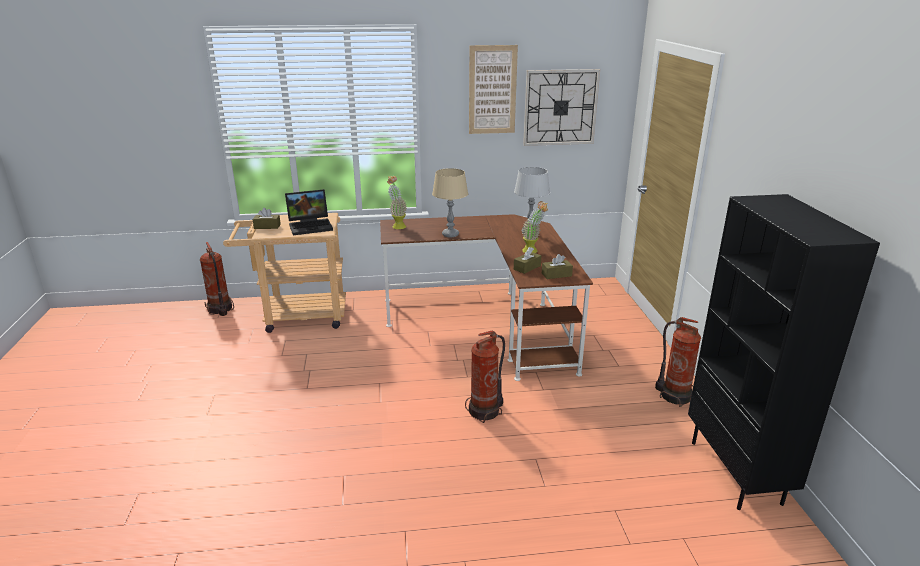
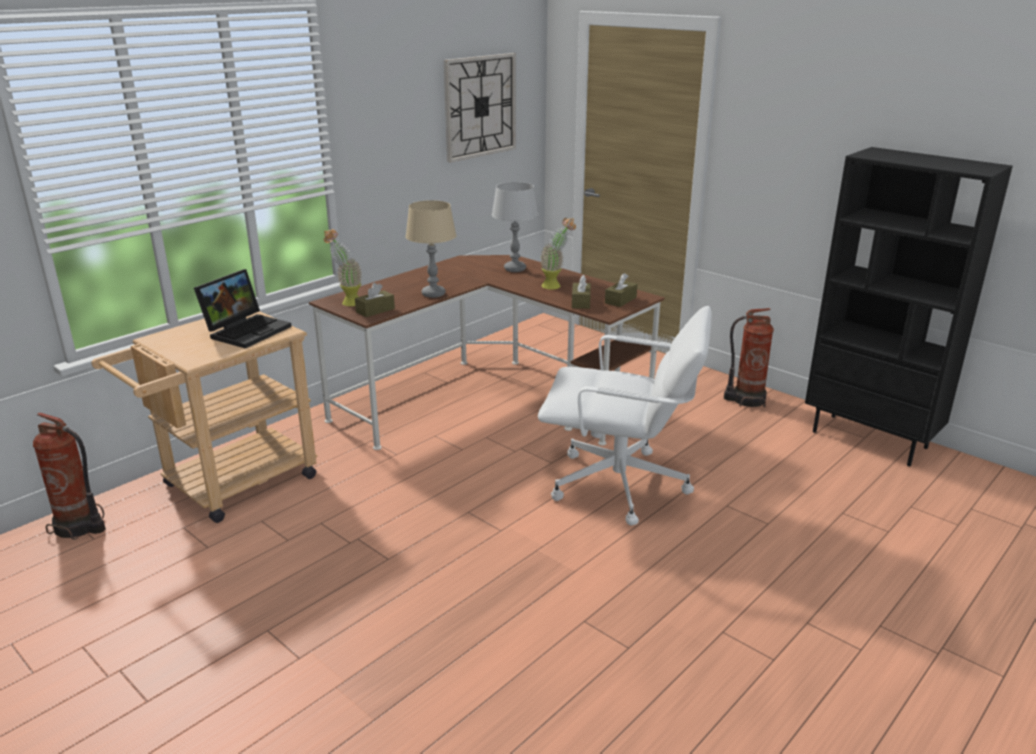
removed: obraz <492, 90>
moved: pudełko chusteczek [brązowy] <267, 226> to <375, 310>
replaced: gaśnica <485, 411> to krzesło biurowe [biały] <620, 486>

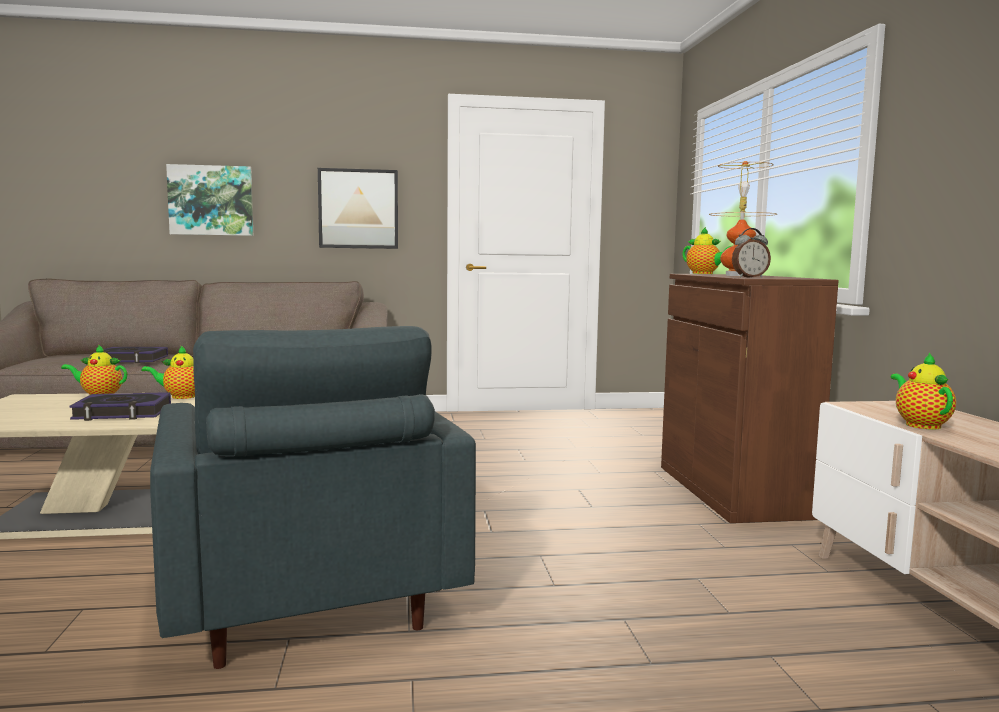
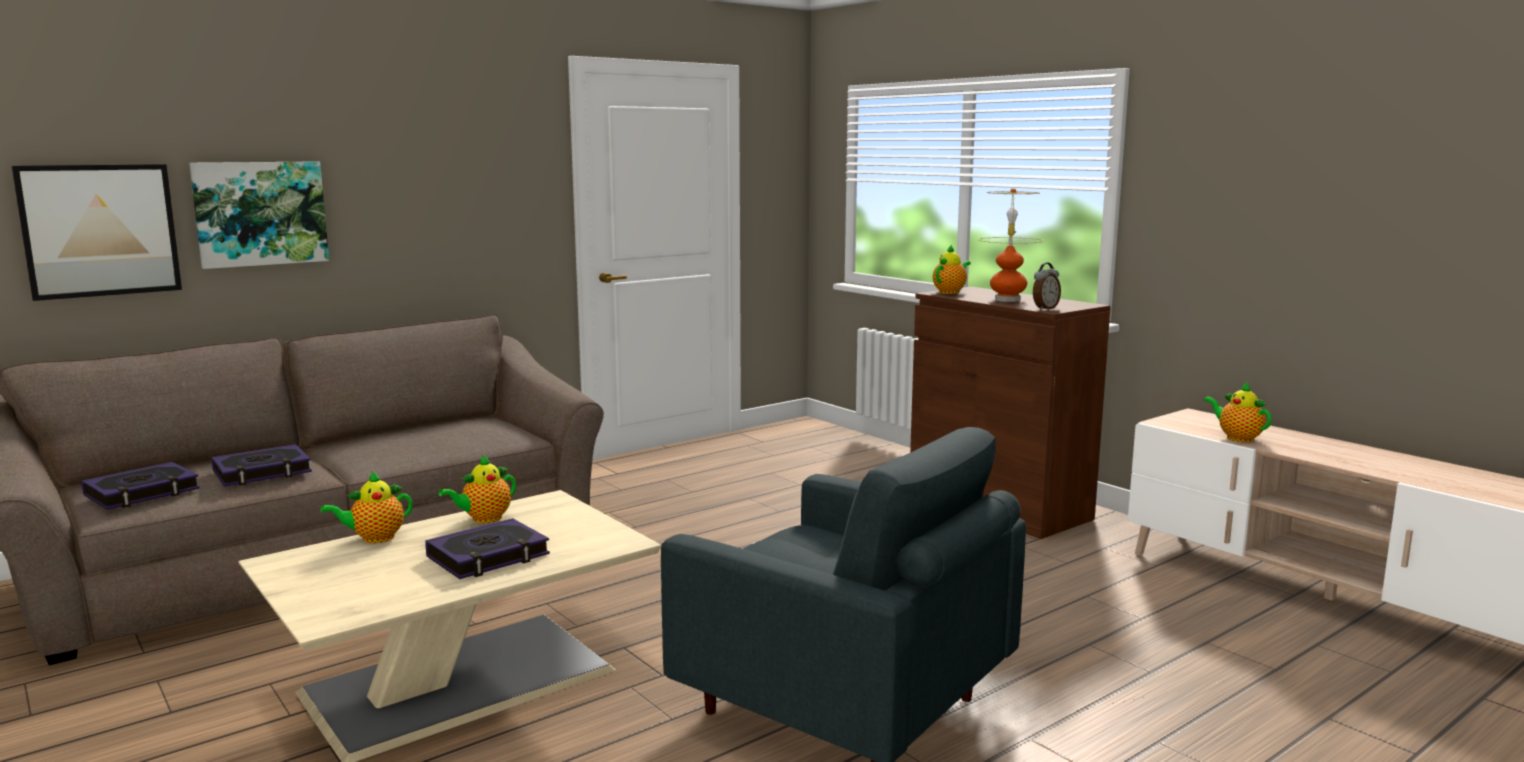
added: książka <142, 493>
moved: obraz <358, 209> to <100, 230>
turned: imbryk <705, 274> = <950, 292> 60 degrees counterclockwise

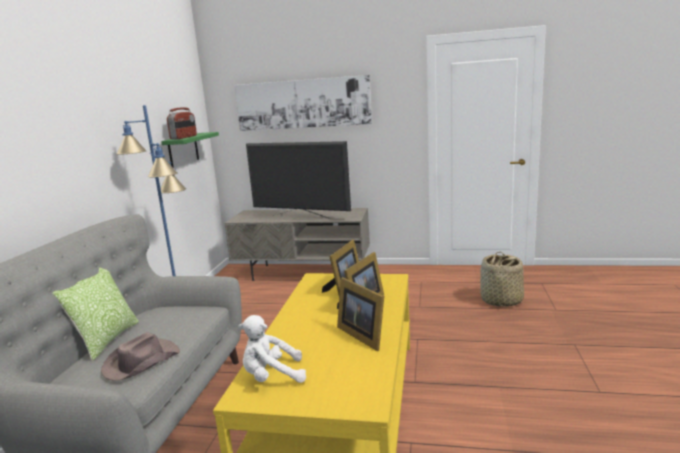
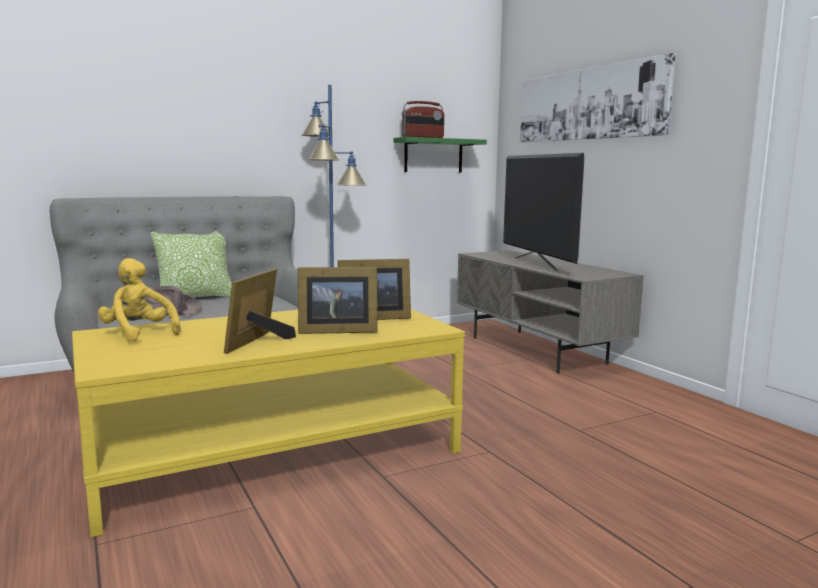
removed: koszyk <501, 300>
recoloured: pluszak [biały] <272, 377> to pluszak [żółty] <138, 333>

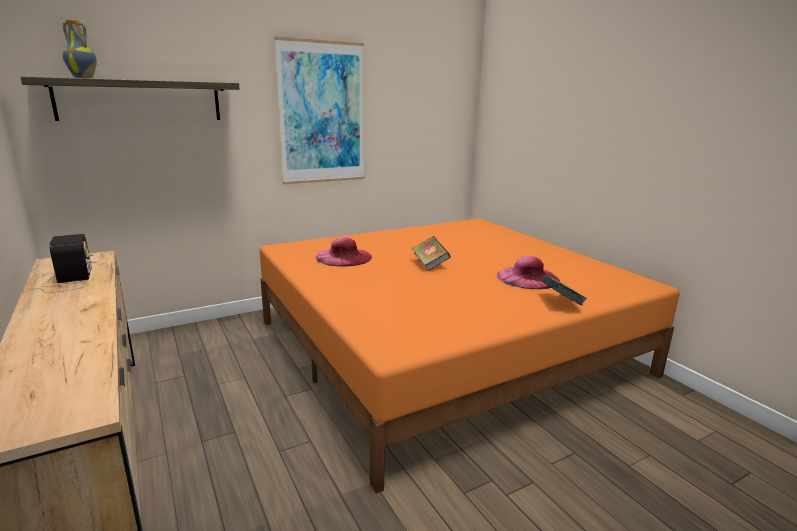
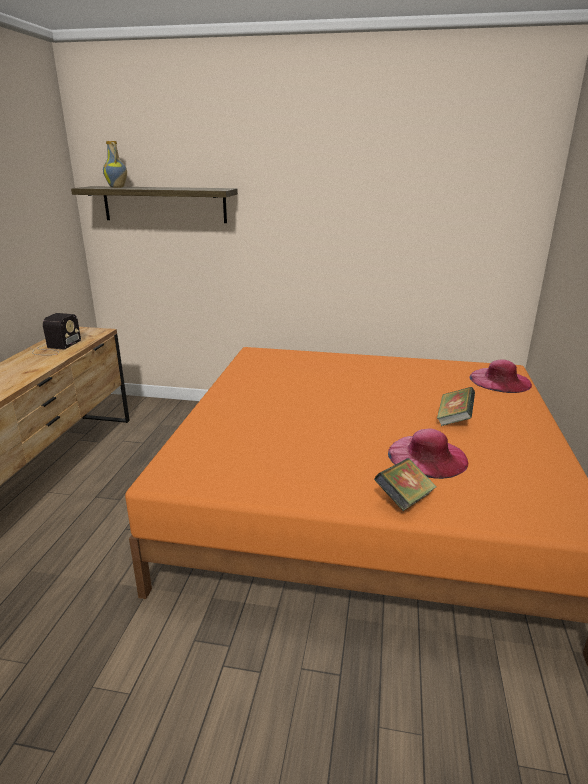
removed: obraz <322, 113>
moved: kapelusz [różowy] <344, 257> to <500, 380>; książka <430, 264> to <454, 419>

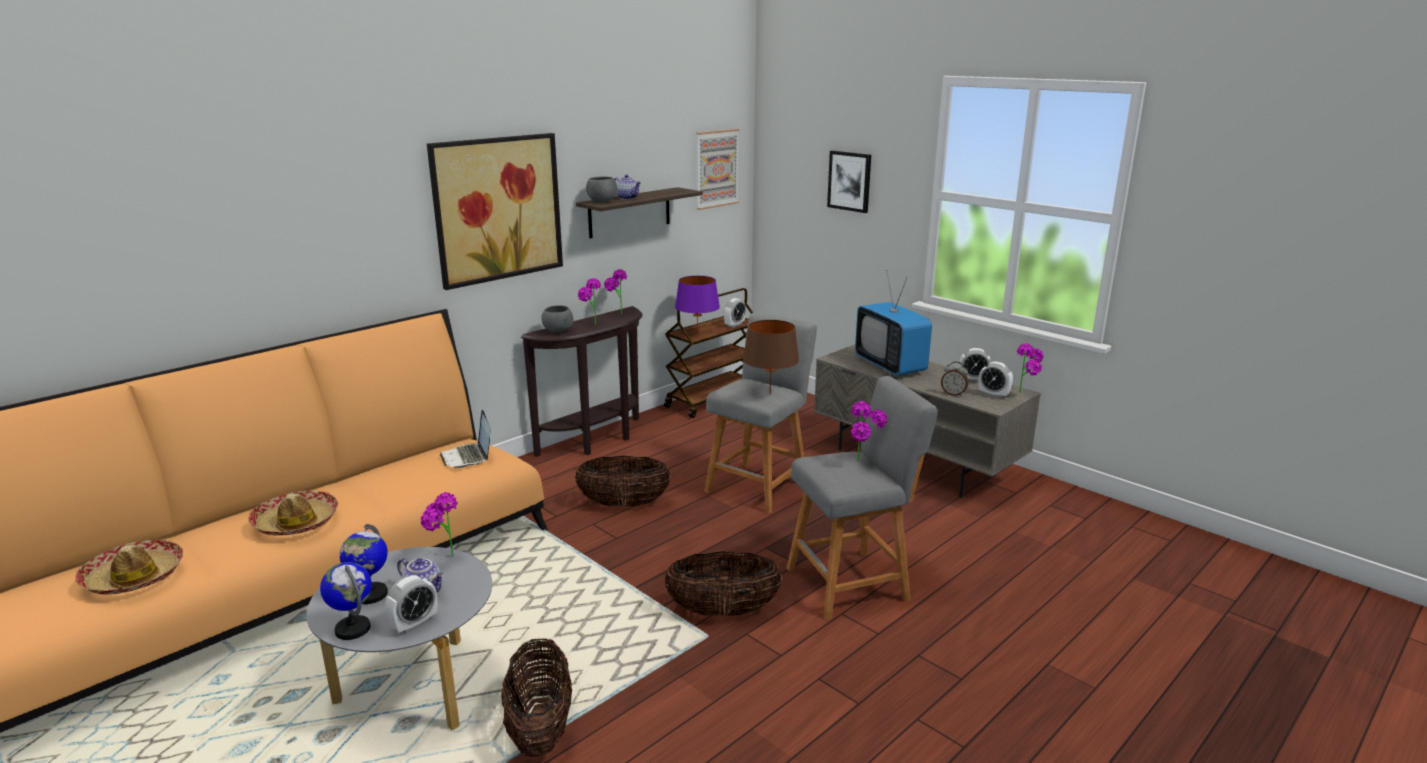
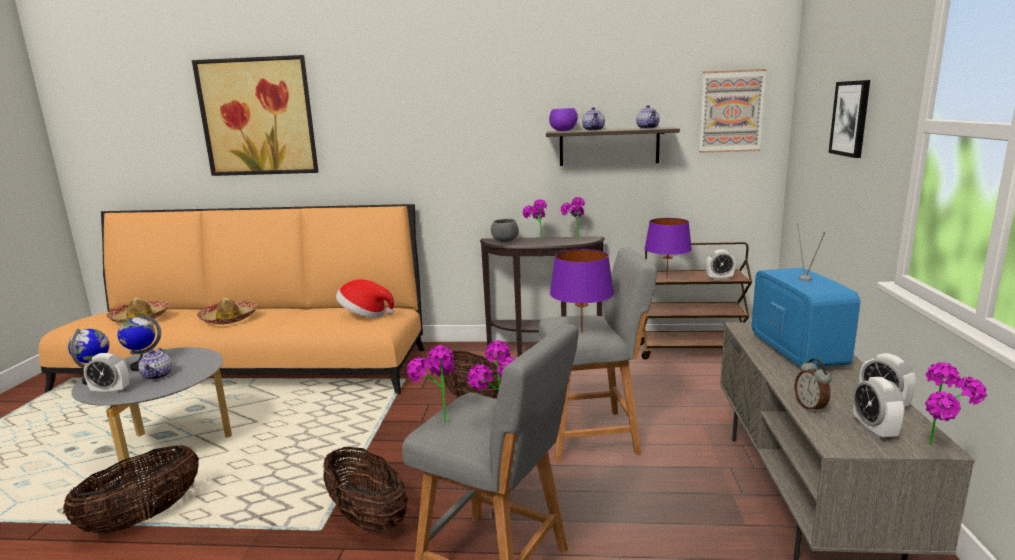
added: imbryk <648, 128>
moved: roślina doniczkowa <443, 558> to <437, 419>; obraz <497, 209> to <258, 117>
replaced: laptop <468, 457> to kapelusz <364, 315>
recoloured: miska [szary] <602, 202> to miska [fioletowy] <563, 131>; lampa stołowa [brązowy] <770, 393> to lampa stołowa [fioletowy] <582, 332>
turned: telewizor <890, 366> = <796, 352> 150 degrees clockwise

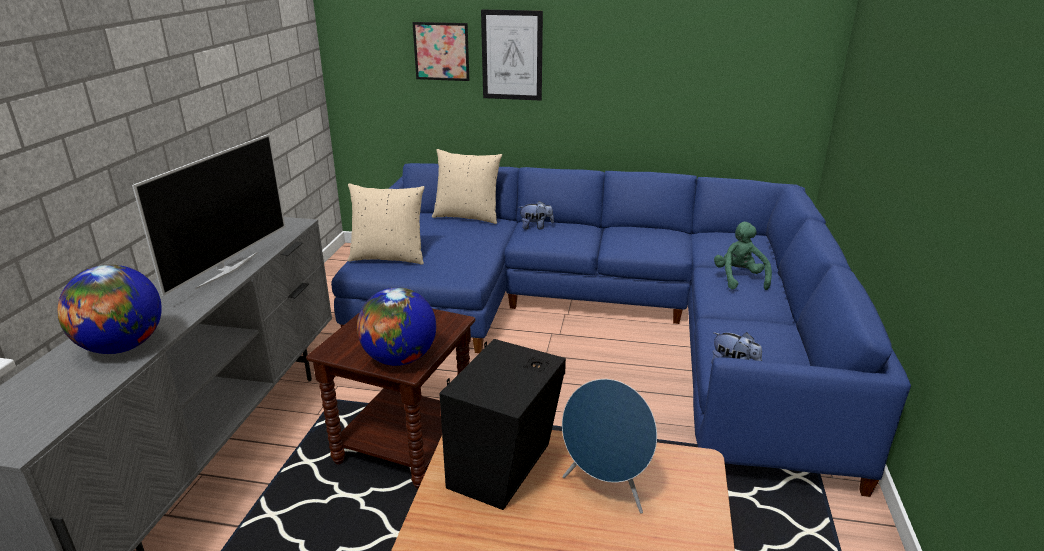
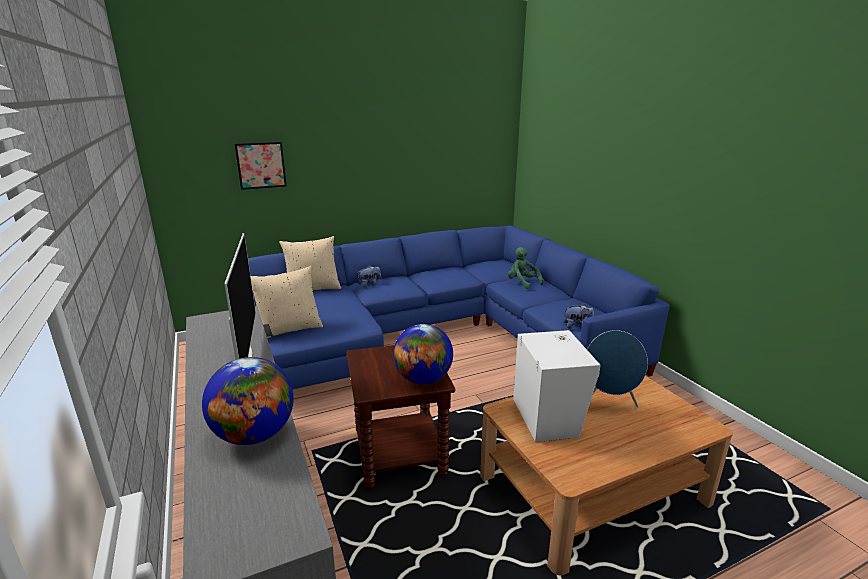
removed: obraz <512, 55>
recoloured: głośnik [czarny] <505, 466> to głośnik [biały] <548, 416>

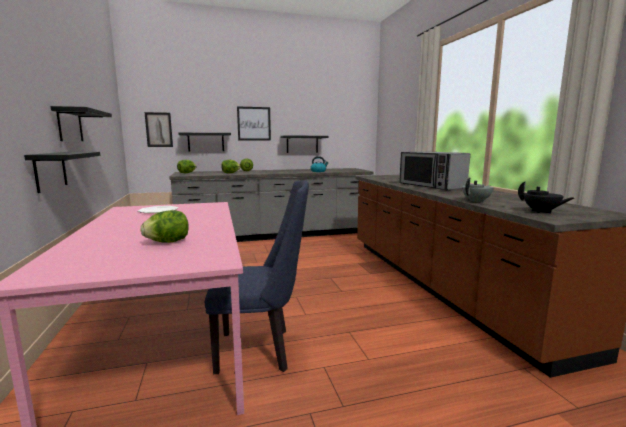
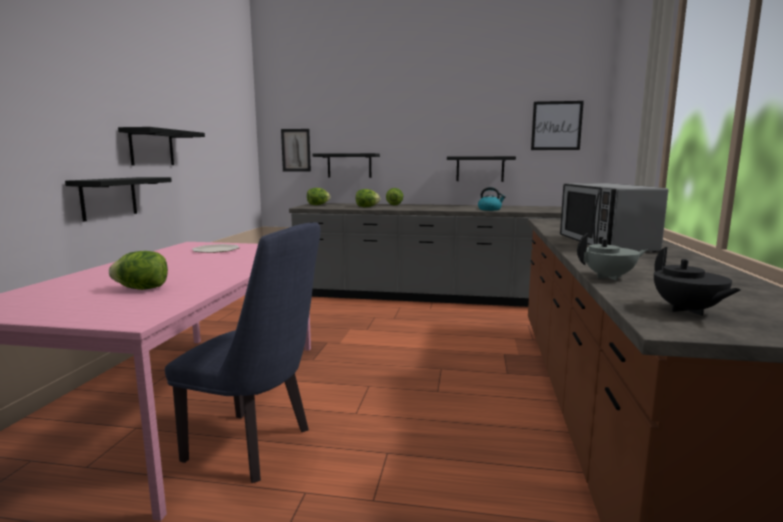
moved: obraz <254, 123> to <556, 125>

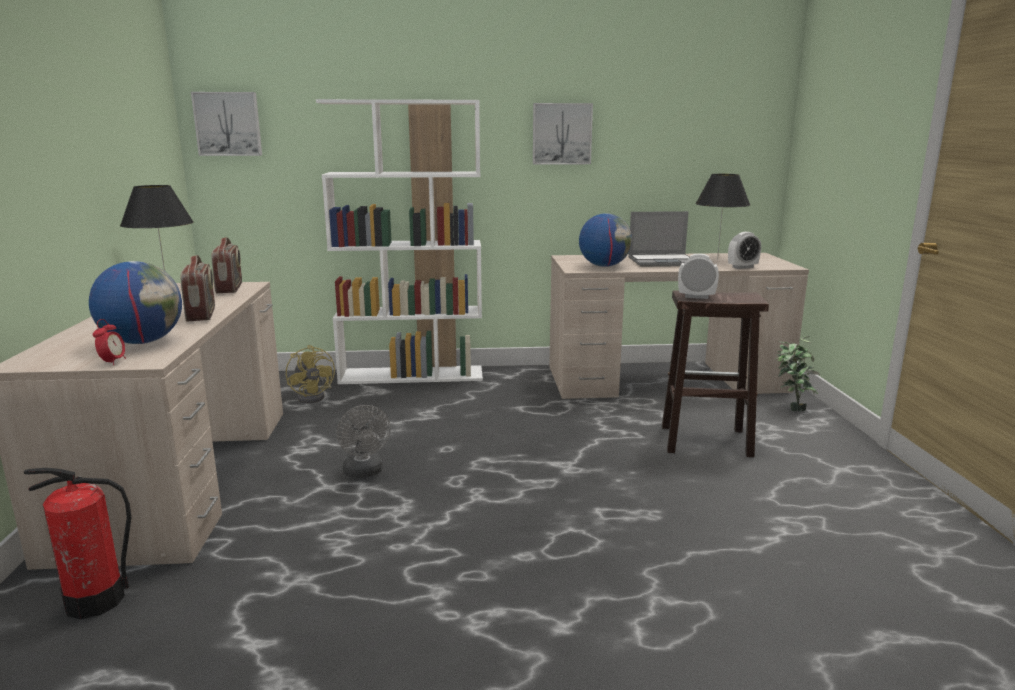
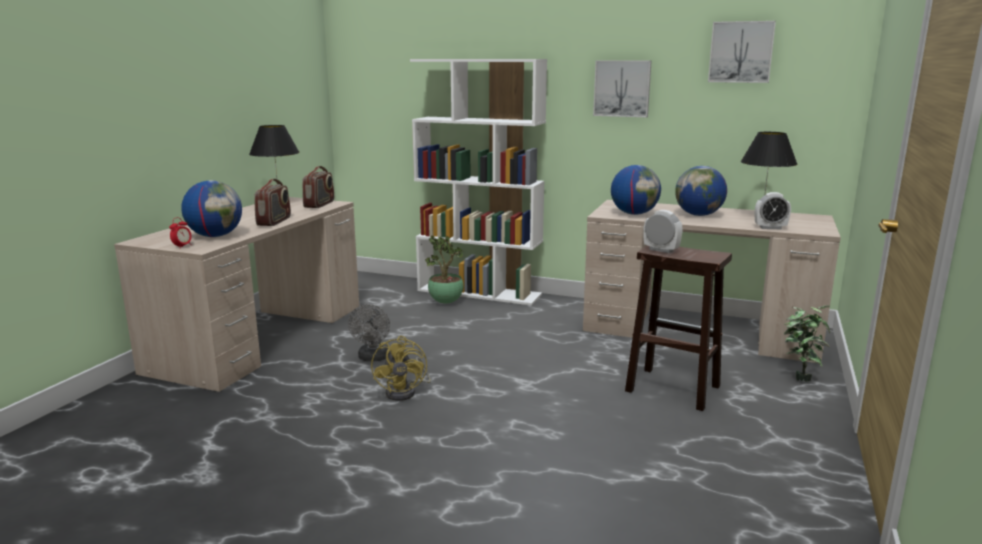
removed: gaśnica <96, 601>
added: roślina doniczkowa <446, 302>
moved: obraz <228, 124> to <741, 52>; wentylator [żółty] <314, 397> to <406, 392>
replaced: laptop <663, 262> to globus <699, 215>

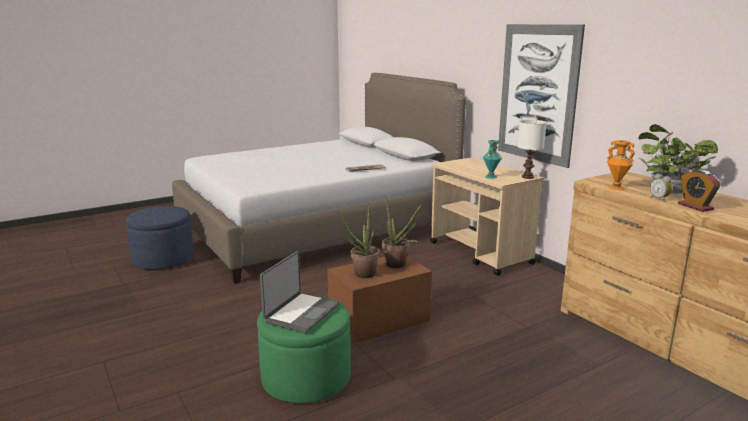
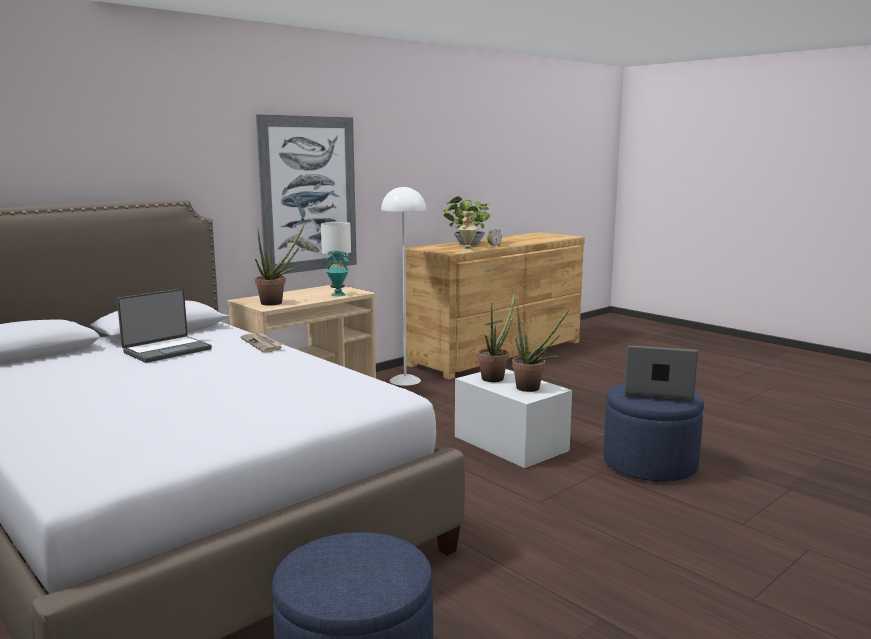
removed: budzik <695, 206>
added: laptop <166, 350>; roślina doniczkowa <276, 302>; lampa stojąca [biały] <405, 380>
recoloured: pufa [zielony] <306, 378> to pufa [niebieski] <649, 464>; pojemnik do przechowywania [brązowy] <379, 319> to pojemnik do przechowywania [biały] <510, 443>; wazon [pomarańczowy] <616, 188> to wazon [beżowy] <468, 250>

